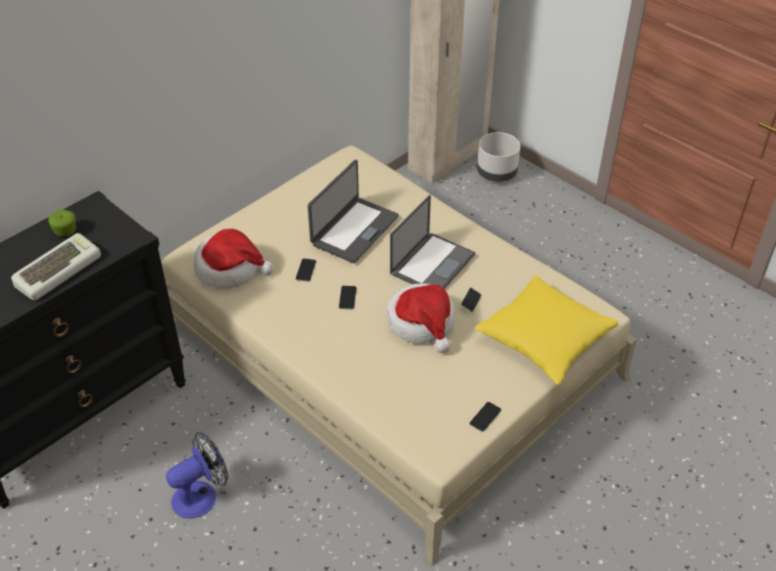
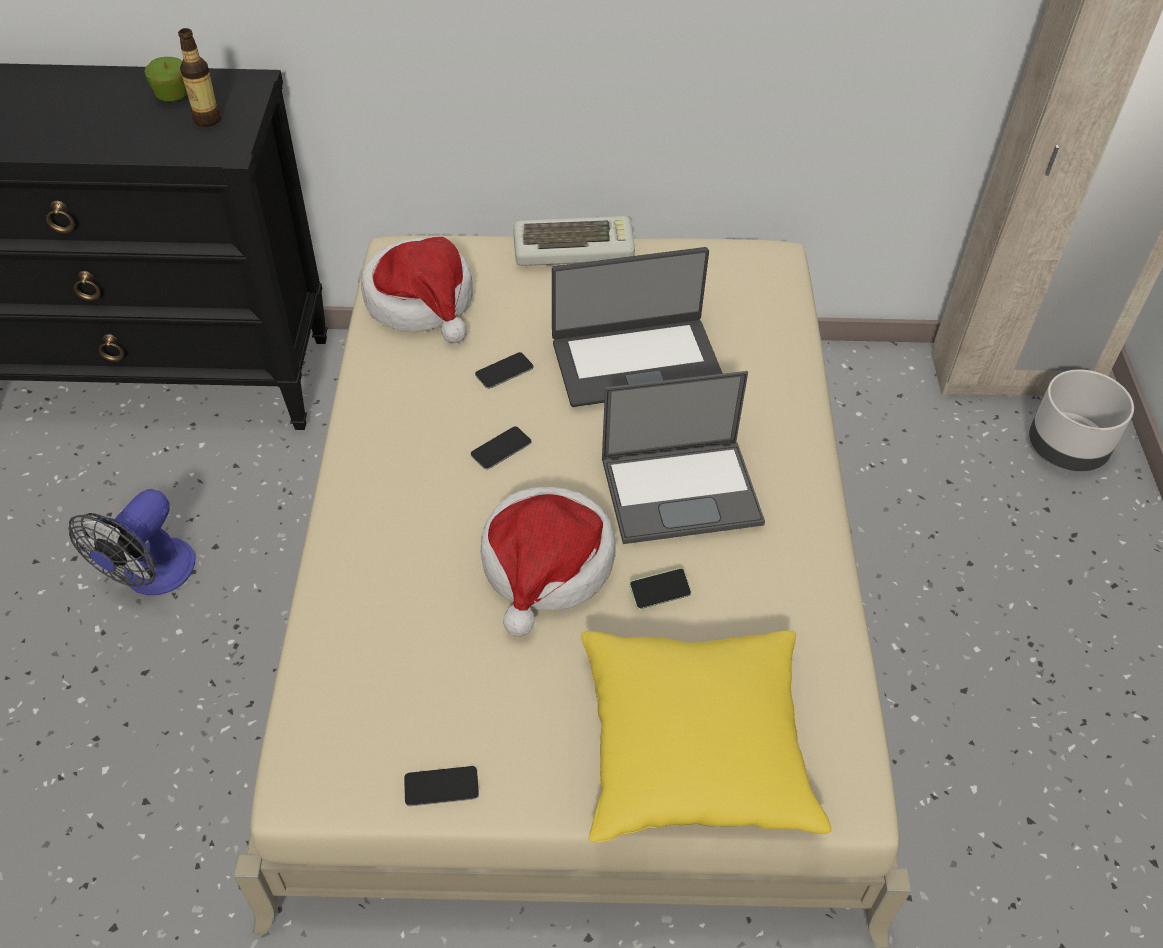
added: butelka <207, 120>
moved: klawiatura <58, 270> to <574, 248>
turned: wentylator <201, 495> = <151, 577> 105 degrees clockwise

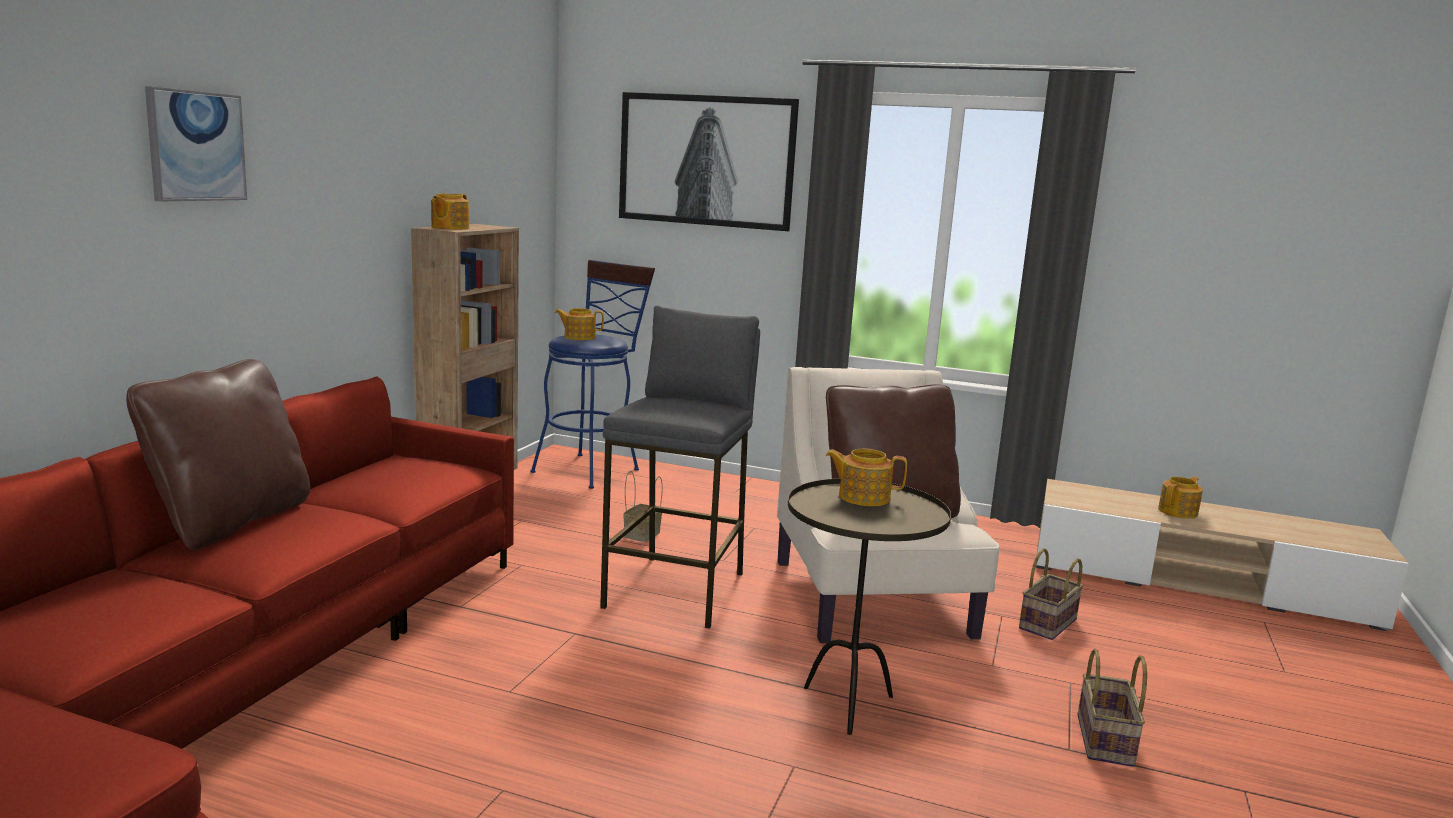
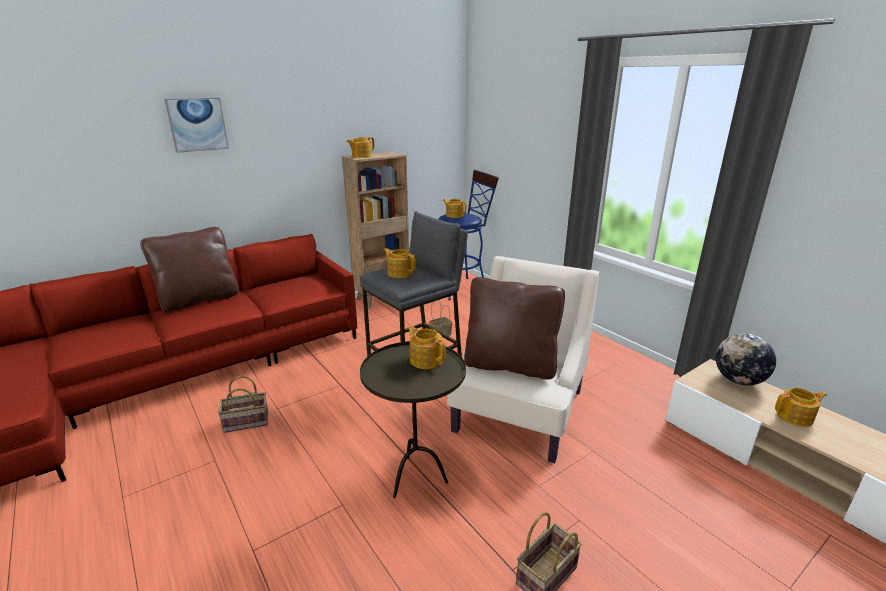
removed: obraz <706, 161>
added: imbryk <400, 273>; globus <738, 381>
moved: koszyk <1048, 625> to <245, 423>

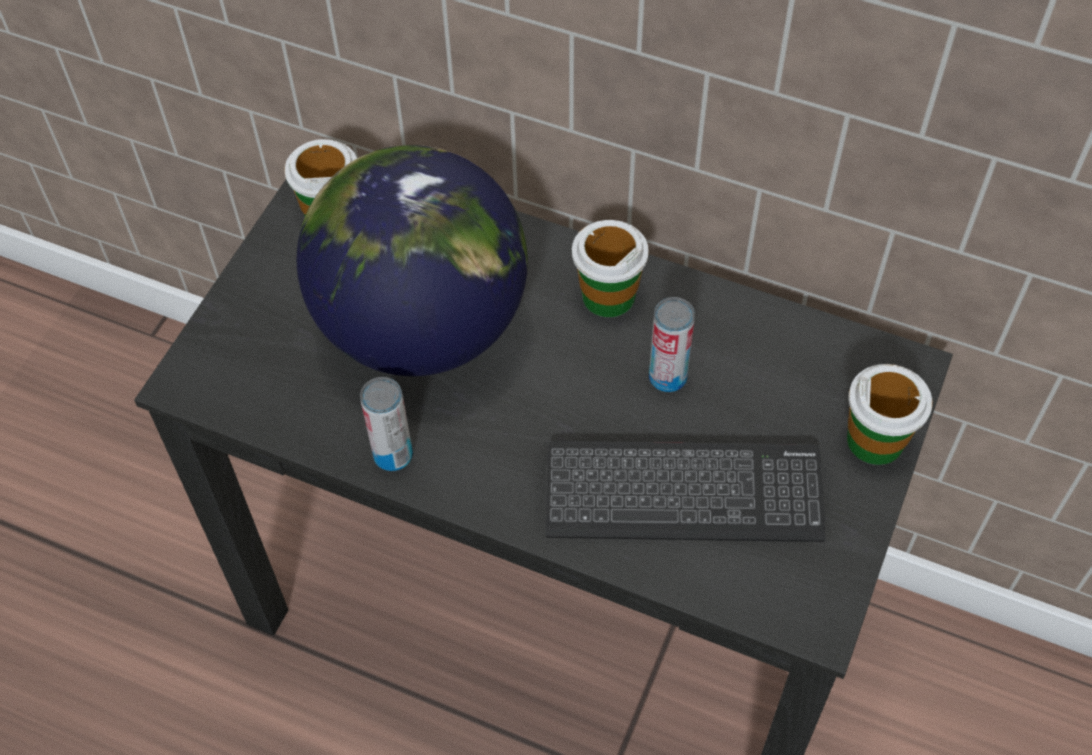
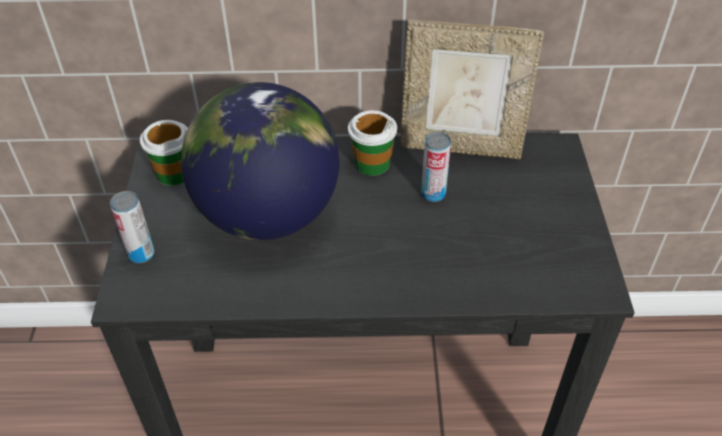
removed: klawiatura <683, 495>; filiżanka <876, 440>
added: ramka na zdjęcie <461, 146>
moved: puszka <393, 455> to <141, 254>

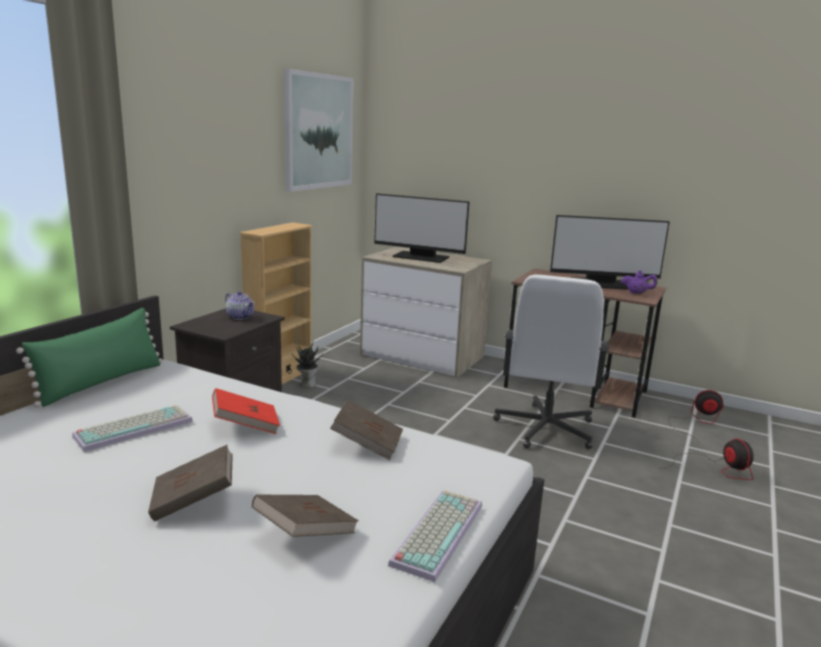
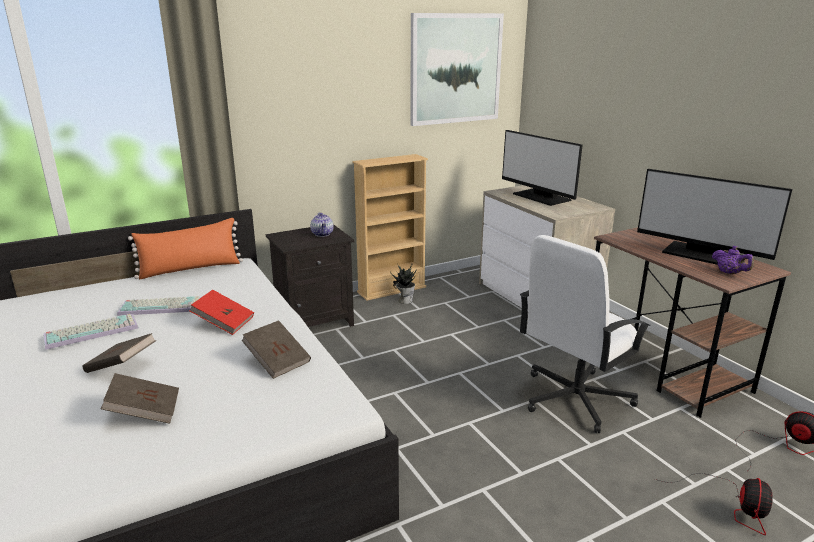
moved: klawiatura <437, 532> to <92, 331>
recoloured: poduszka [zielony] <101, 382> to poduszka [pomarańczowy] <190, 269>

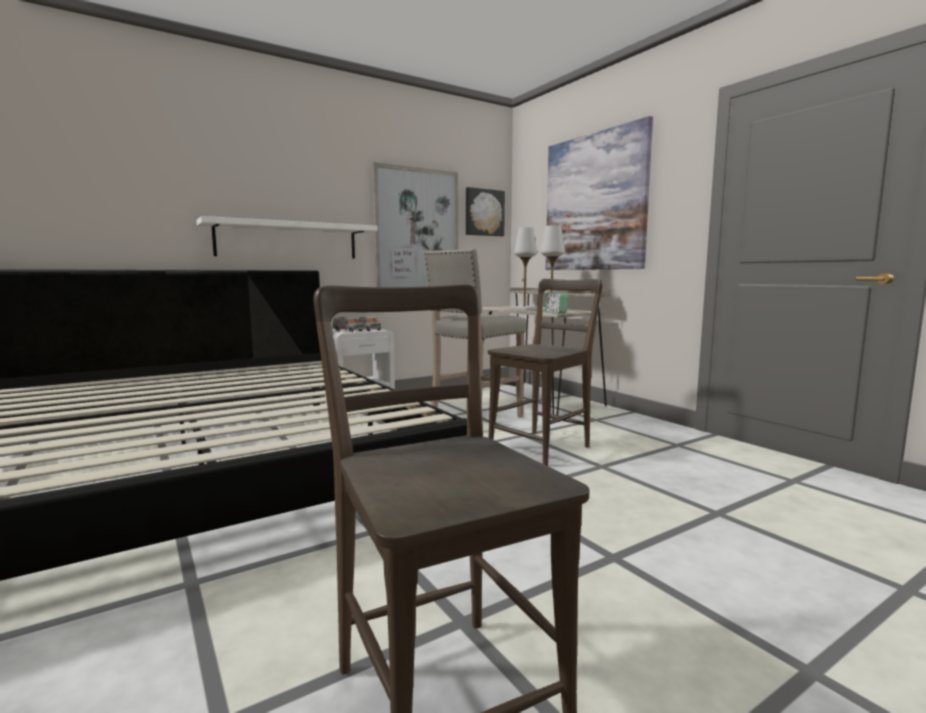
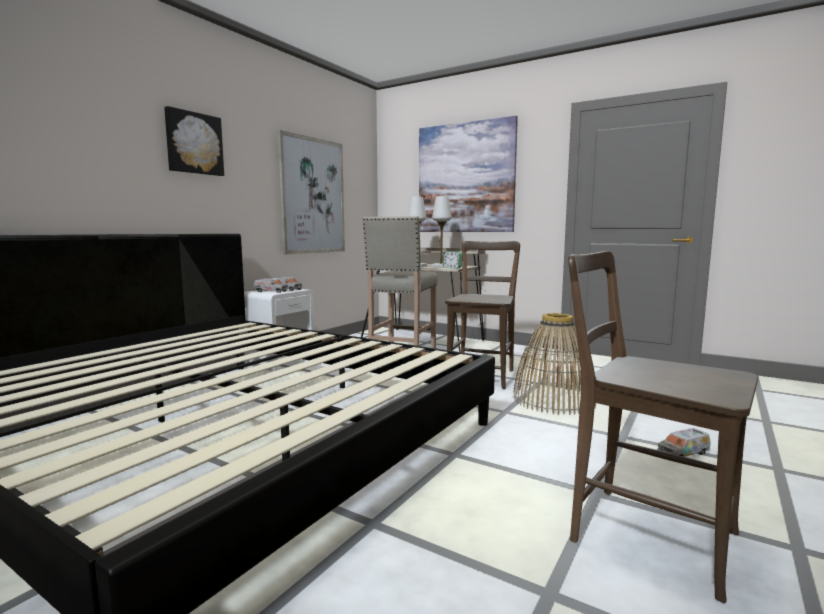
removed: półka [biały] <288, 240>
added: koszyk <553, 399>; ciężarówka zabawkowa <683, 453>
moved: obraz <484, 212> to <194, 143>

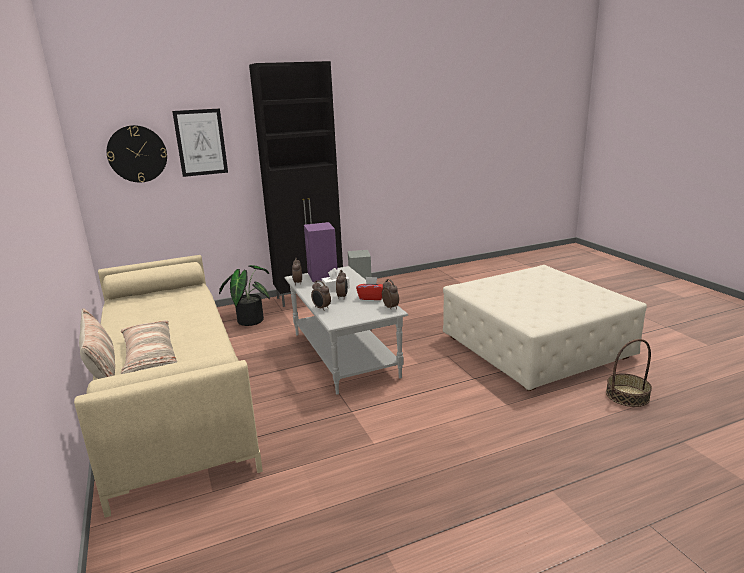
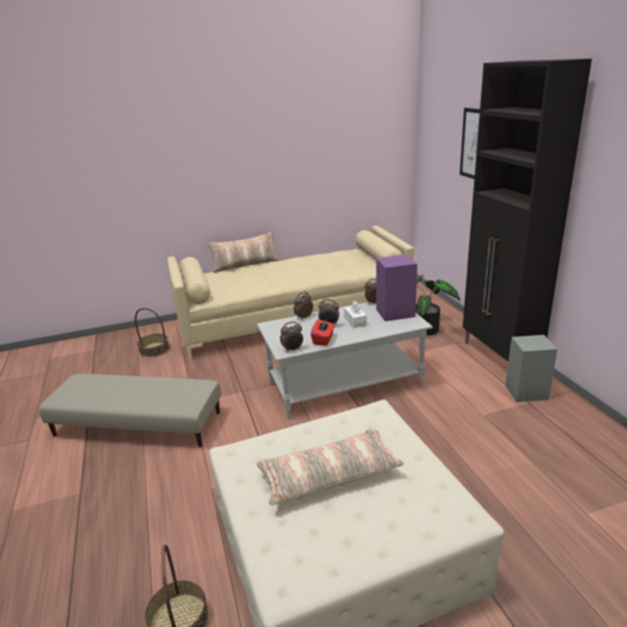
removed: zegar ścienny <137, 154>
added: pufa [beżowy] <138, 423>; koszyk <154, 349>
moved: poduszka <149, 356> to <329, 475>

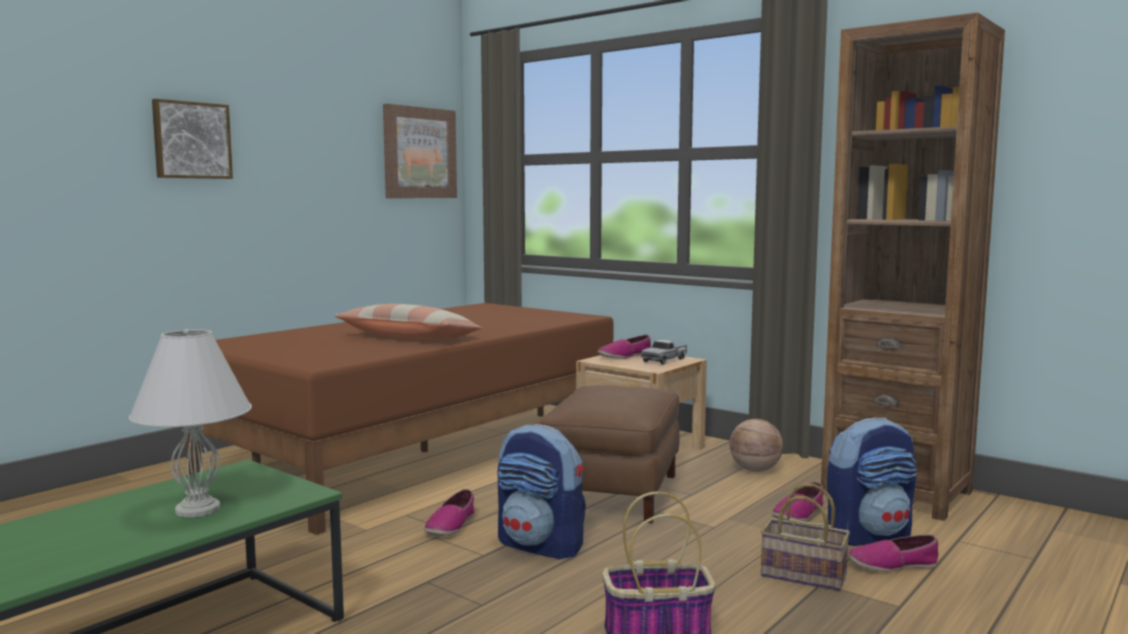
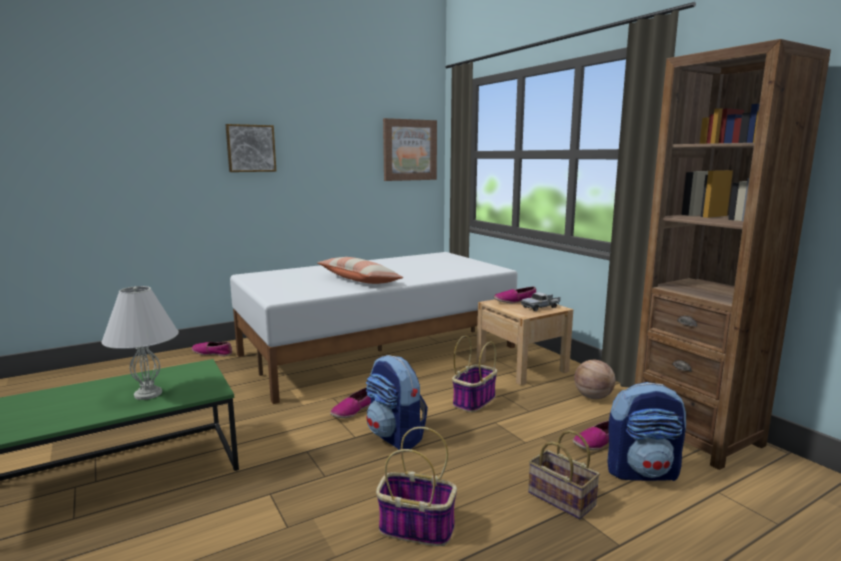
moved: but <892, 565> to <212, 353>
replaced: pufa [brązowy] <612, 492> to koszyk <474, 401>
recoloured: łóżko [brązowy] <424, 452> to łóżko [biały] <379, 351>

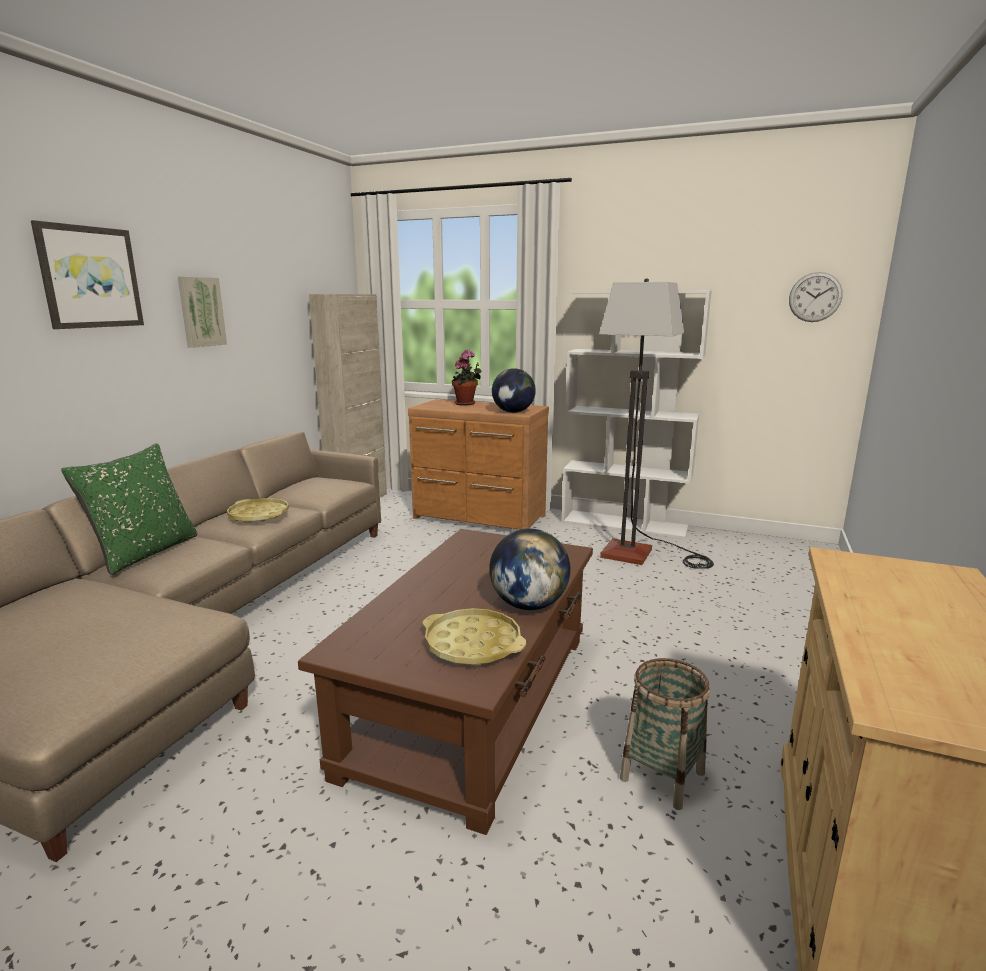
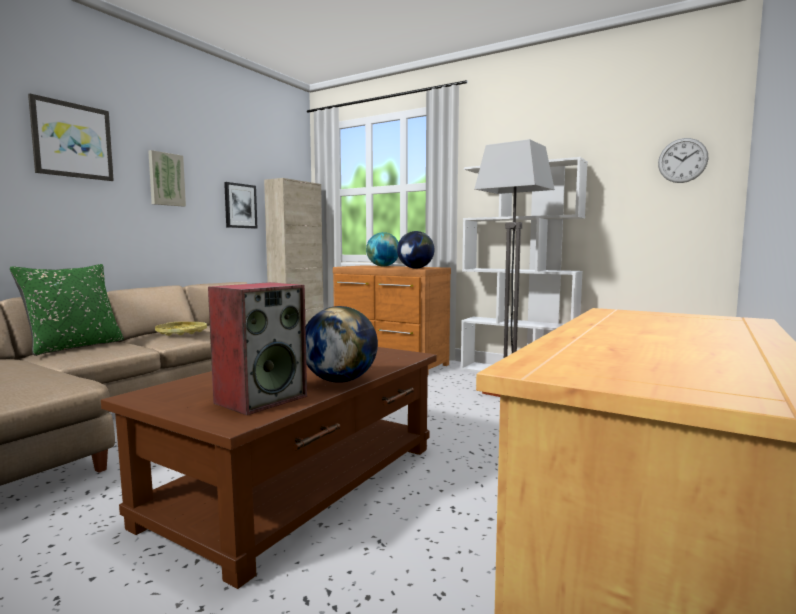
removed: koszyk <662, 775>
added: obraz <240, 206>
replaced: taca [żółty] <473, 644> to głośnik <261, 399>; roślina doniczkowa <466, 404> to globus <383, 266>

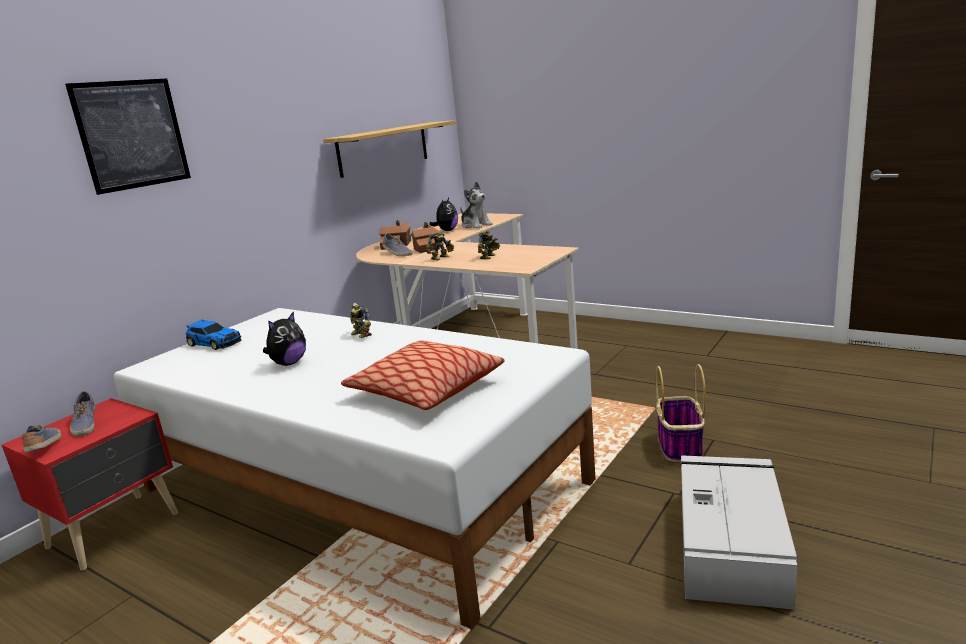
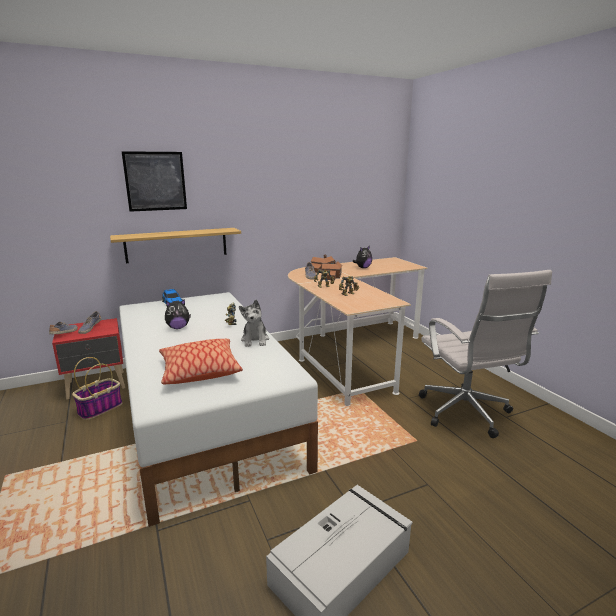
added: krzesło biurowe [biały] <466, 414>
moved: półka <383, 148> to <177, 245>; pluszak <476, 225> to <255, 340>; koszyk <679, 445> to <100, 408>

